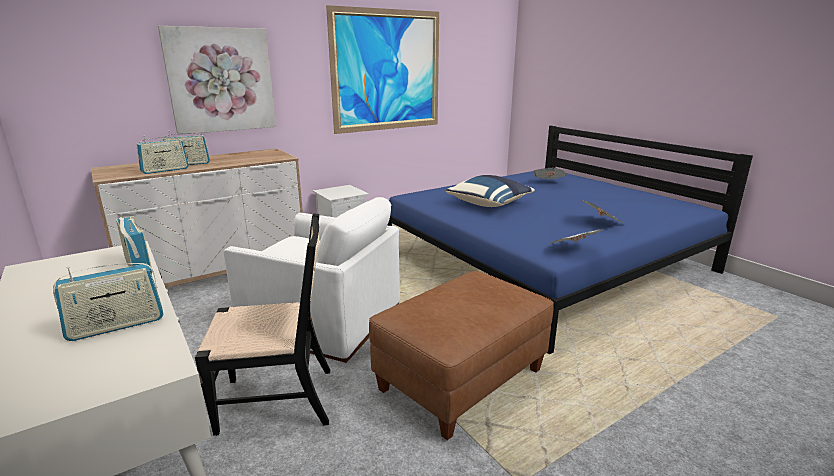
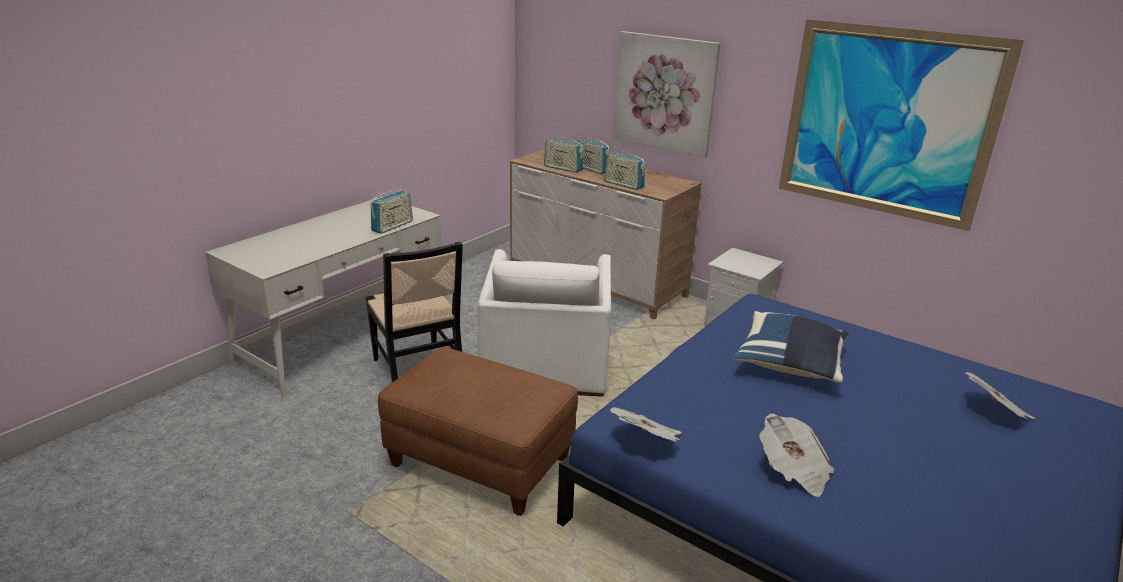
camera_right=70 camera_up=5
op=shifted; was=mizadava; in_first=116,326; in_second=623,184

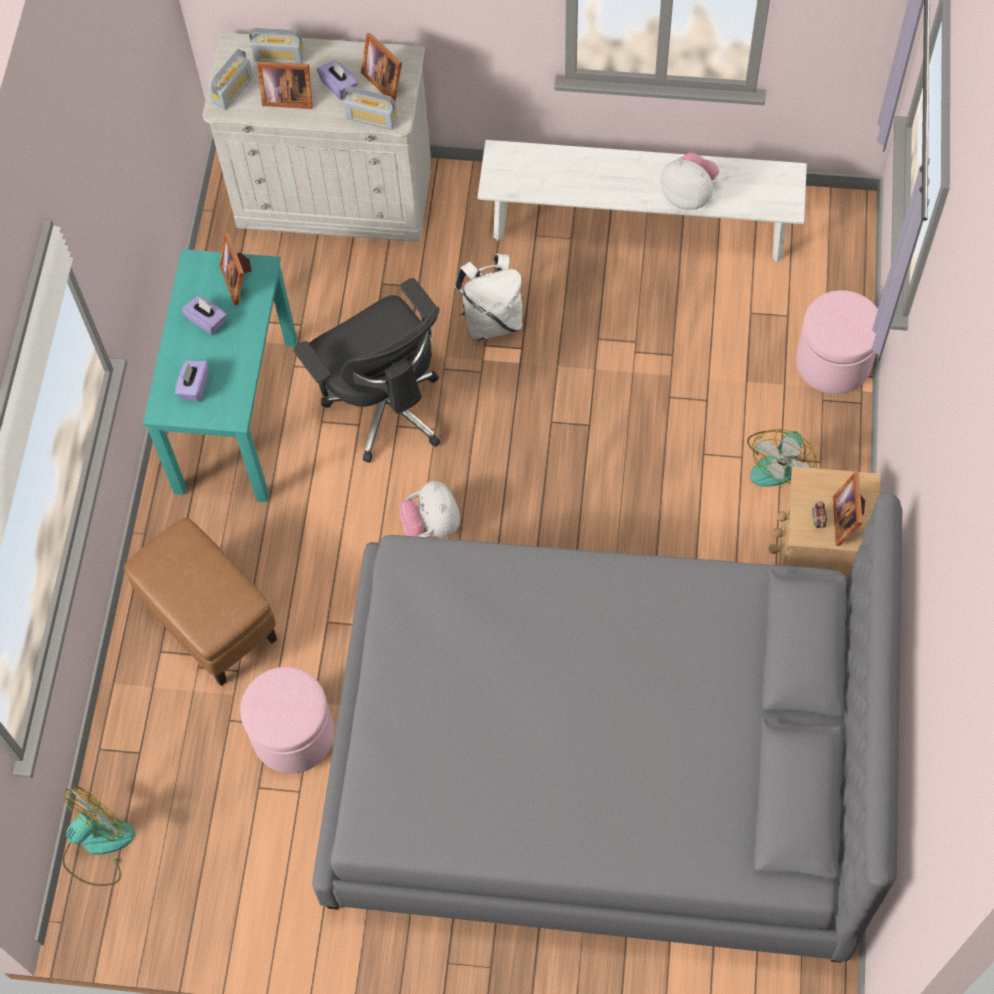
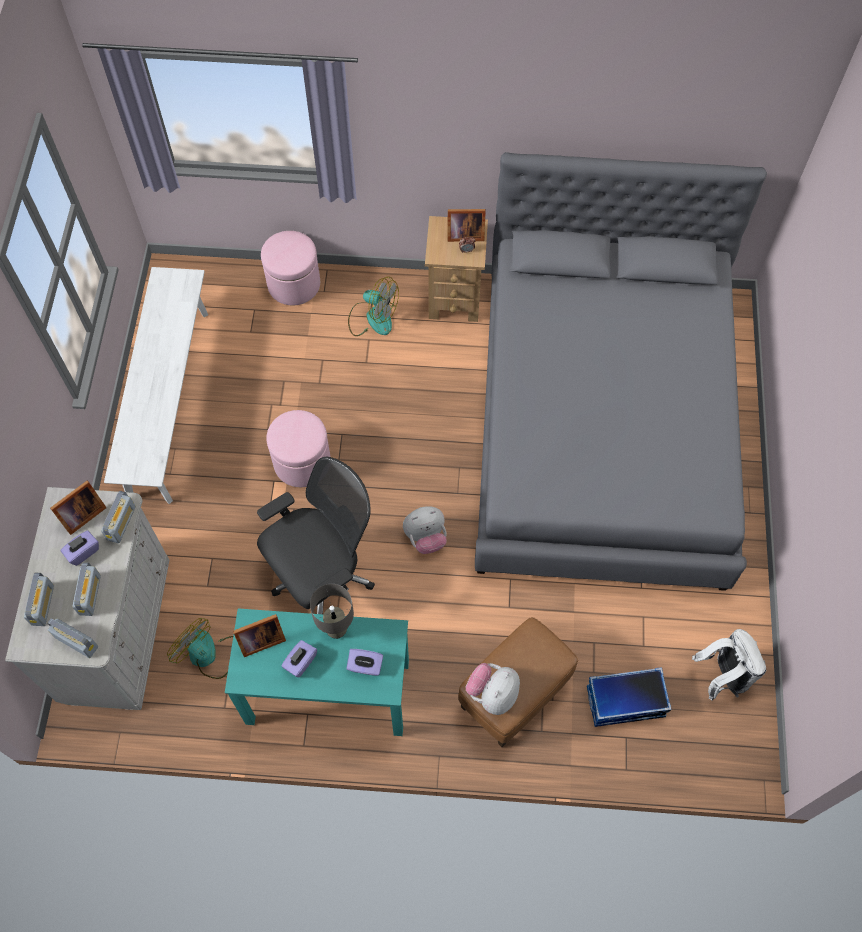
camera_right=-95 camera_up=0
op=new; now=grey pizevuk; in_second=336,629
op=new; now=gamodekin; in_second=625,702
op=shifted; was=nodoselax; in_first=97,845; in_second=209,655
op=shifted; was=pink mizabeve; in_first=293,734; in_second=302,462
op=shifted; was=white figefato; in_first=492,321; in_second=723,675
op=shifted; was=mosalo; in_first=689,195; in_second=492,694
op=swapped; was=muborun; now=mizadava; in_first=286,97; in_second=90,594

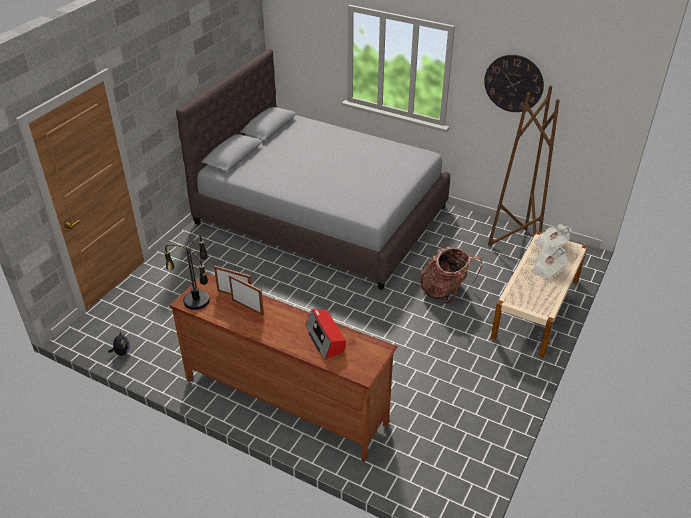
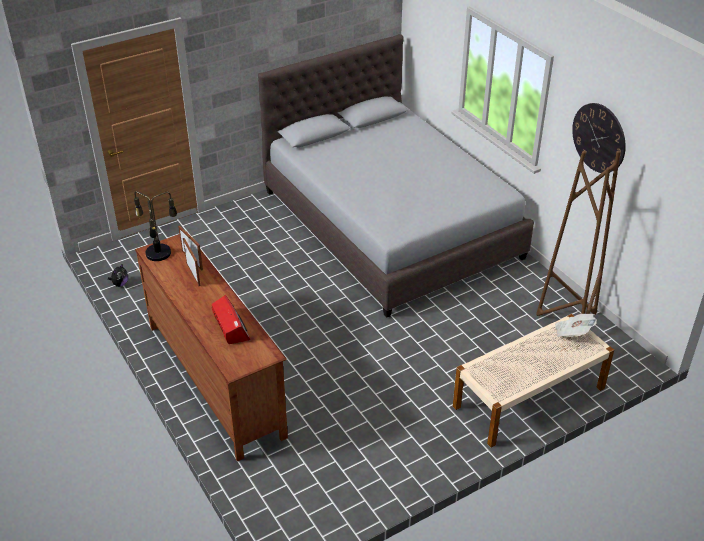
camera_right=30 camera_up=0
op=gone; was=figefato; in_first=445,291
op=gone; was=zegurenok; in_first=547,269
op=rotated; was=mizadava; in_first=325,339; in_second=231,327; clockwise=150

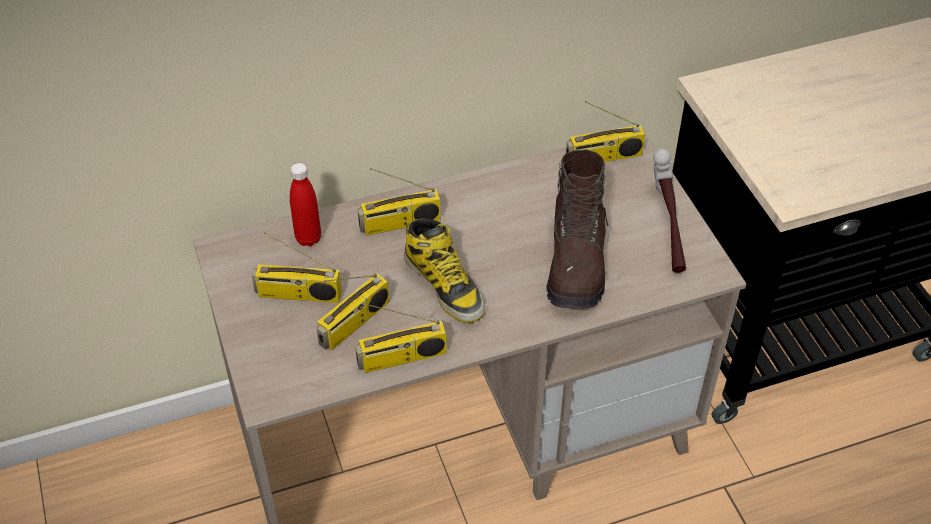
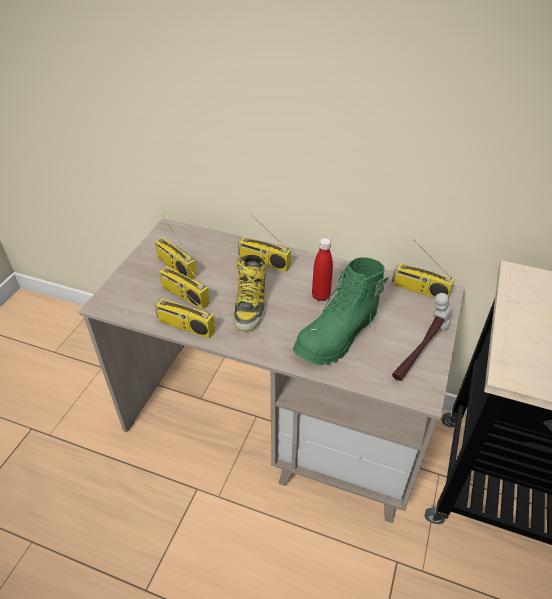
camera_right=40 camera_up=-5
op=shifted; was=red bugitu; in_first=308,238; in_second=320,296
op=repainted; was=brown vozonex; now=green vozonex; in_first=576,262; in_second=338,336
op=rotated; was=mizadava; in_first=354,323; in_second=184,295; clockwise=45

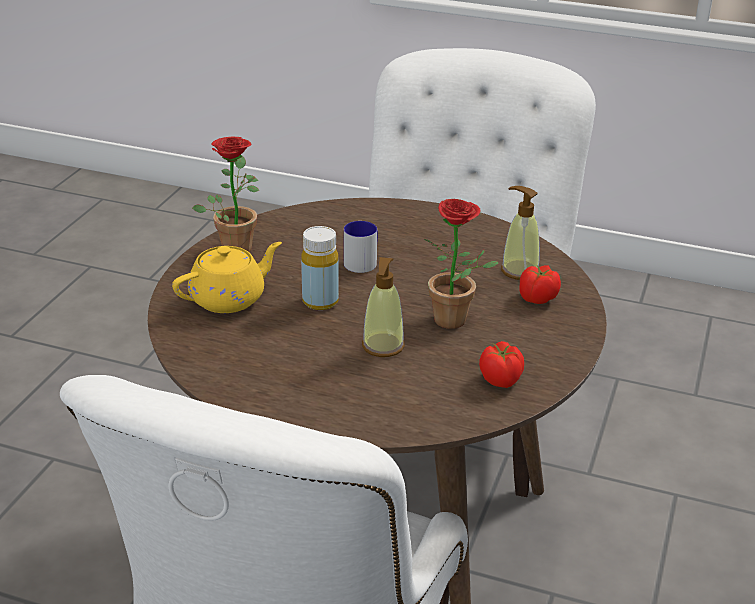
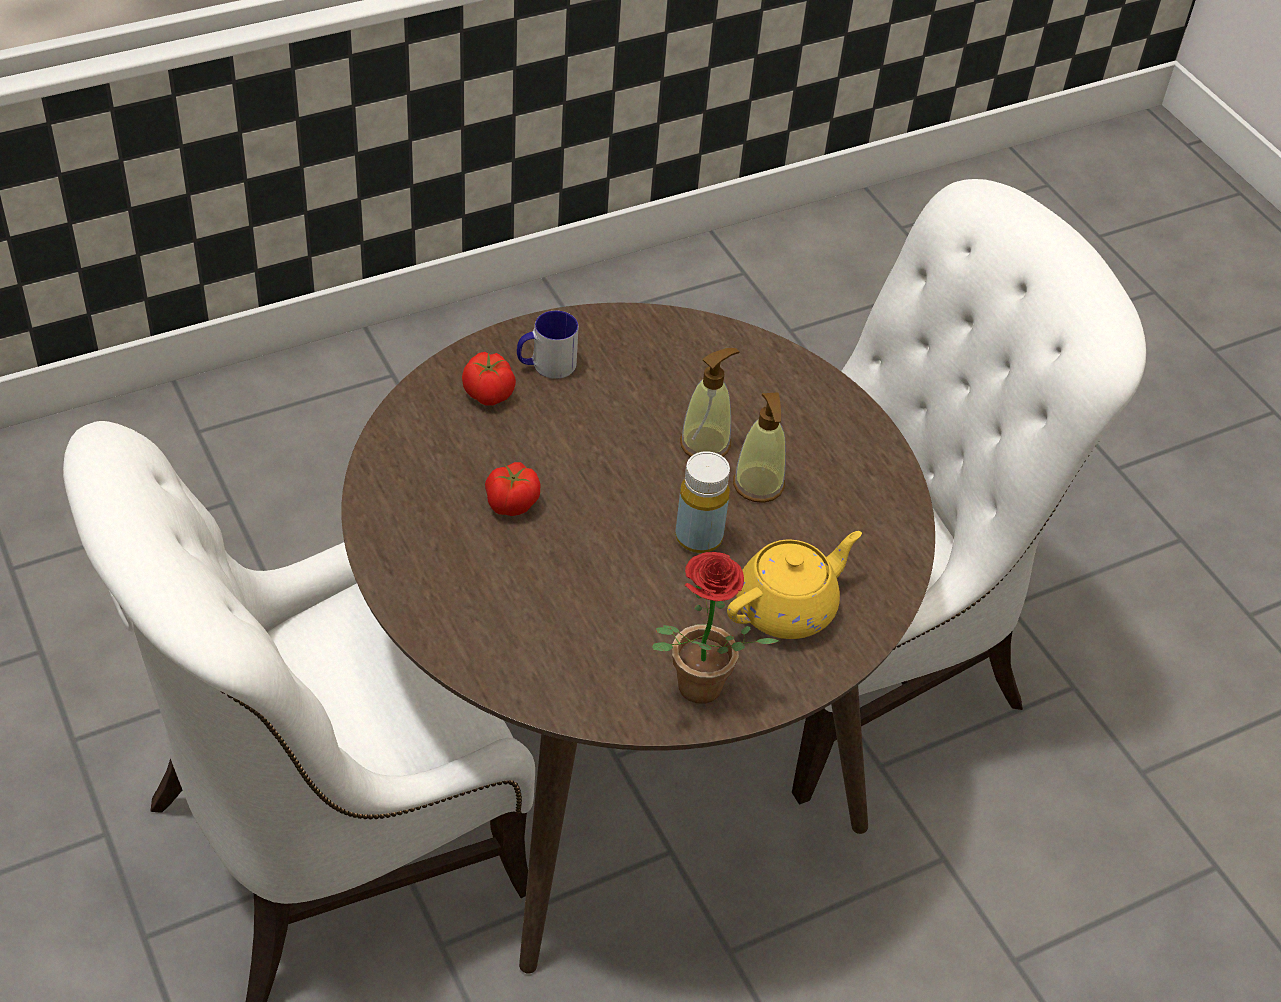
camera_right=-140 camera_up=15
op=gone; was=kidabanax; in_first=457,321
op=shifted; was=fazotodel; in_first=363,261; in_second=546,365
op=shifted; was=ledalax; in_first=500,380; in_second=511,504
op=shifted; was=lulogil; in_first=519,271; in_second=758,485
op=rotated; was=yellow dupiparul; in_first=229,299; in_second=788,607; clockwise=135

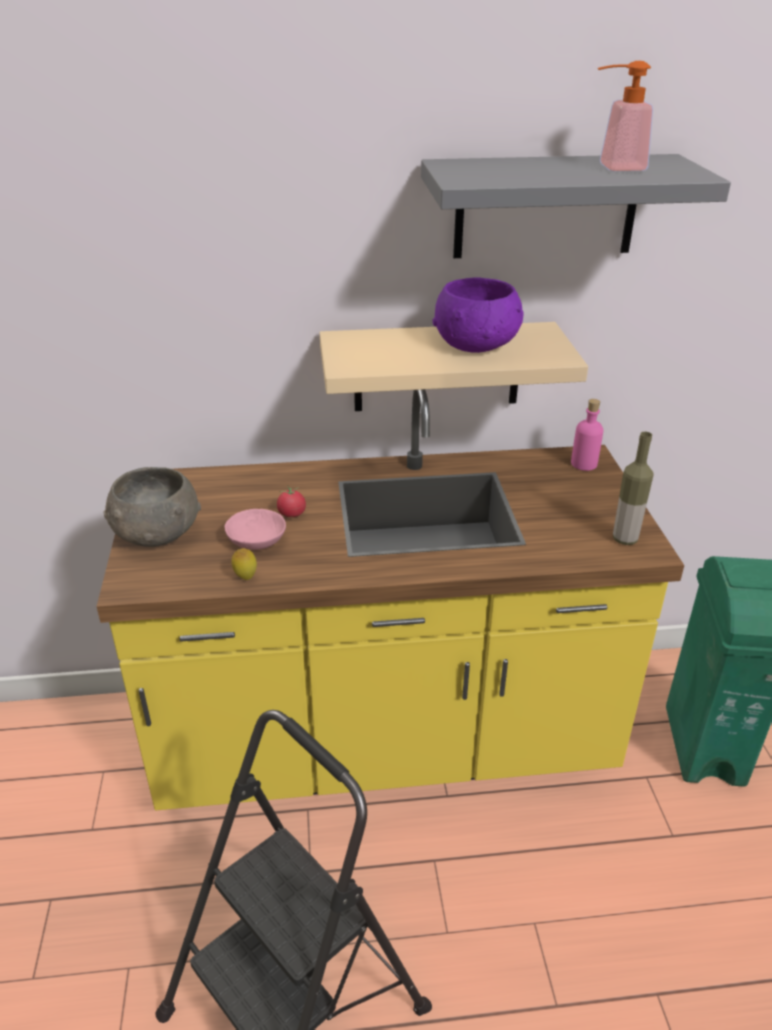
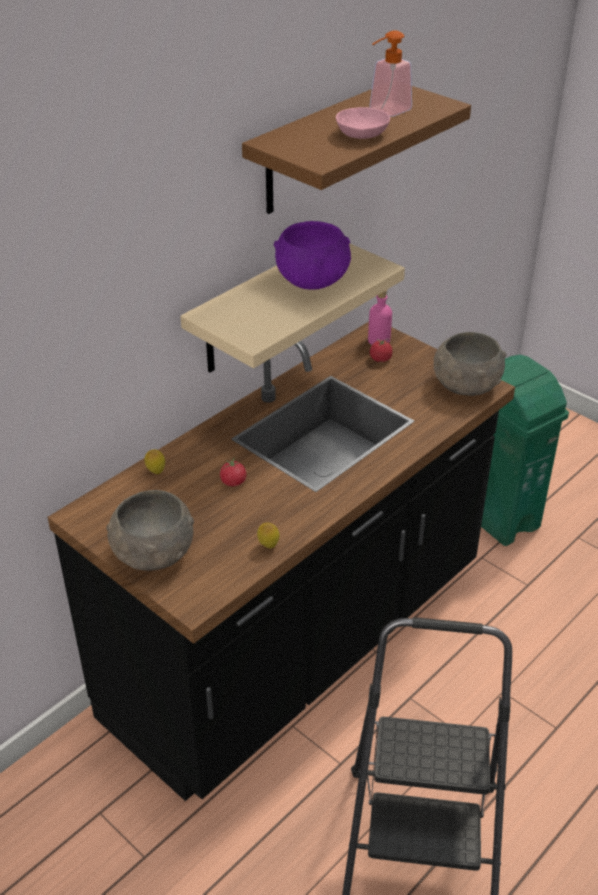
camera_right=-40 camera_up=5
op=new; now=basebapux; in_second=156,472
op=new; now=ledalax; in_second=380,359
op=shifted; was=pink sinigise; in_first=255,541; in_second=362,135
op=swapped; was=bugitu; now=grey sinigise; in_first=625,539; in_second=465,386
op=repainted; was=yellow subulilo; now=black subulilo; in_first=384,745; in_second=299,645
op=repainted; was=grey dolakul; now=brown dolakul; in_first=546,207; in_second=321,149

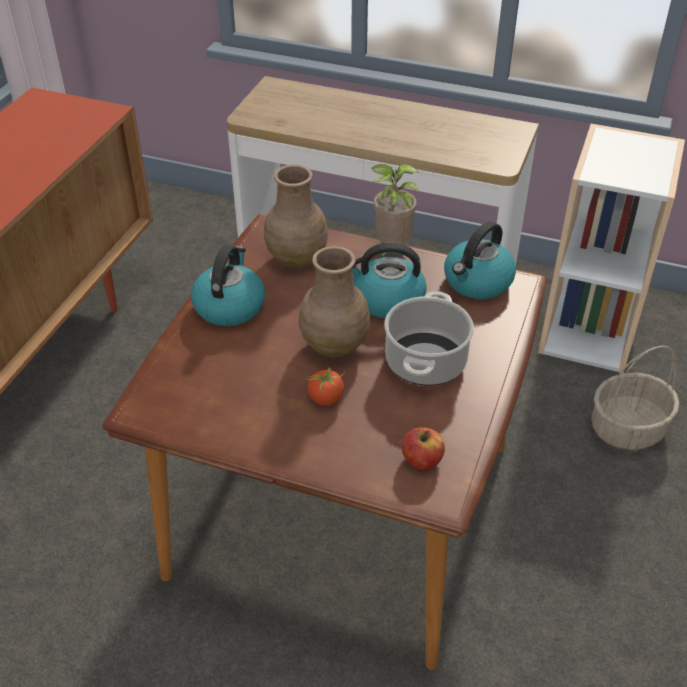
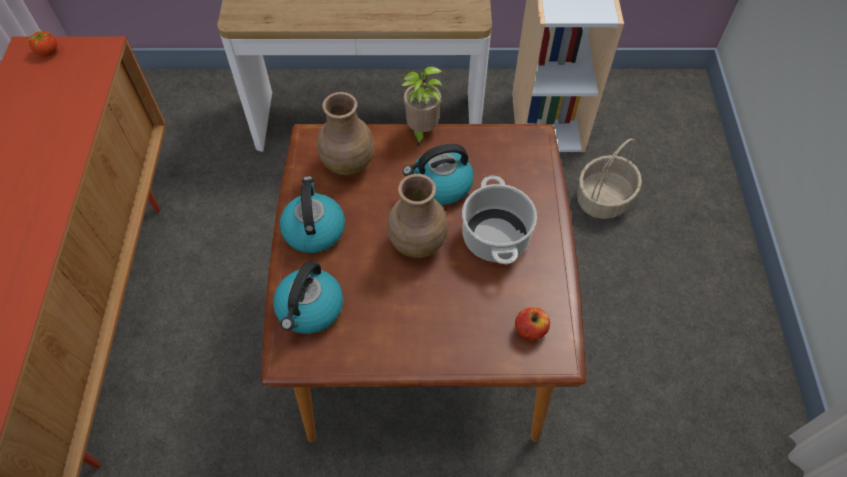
camera_right=-20 camera_up=15
op=shifted; was=ledalax; in_first=326,398; in_second=48,52
op=shifted; was=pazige; in_first=477,282; in_second=310,309

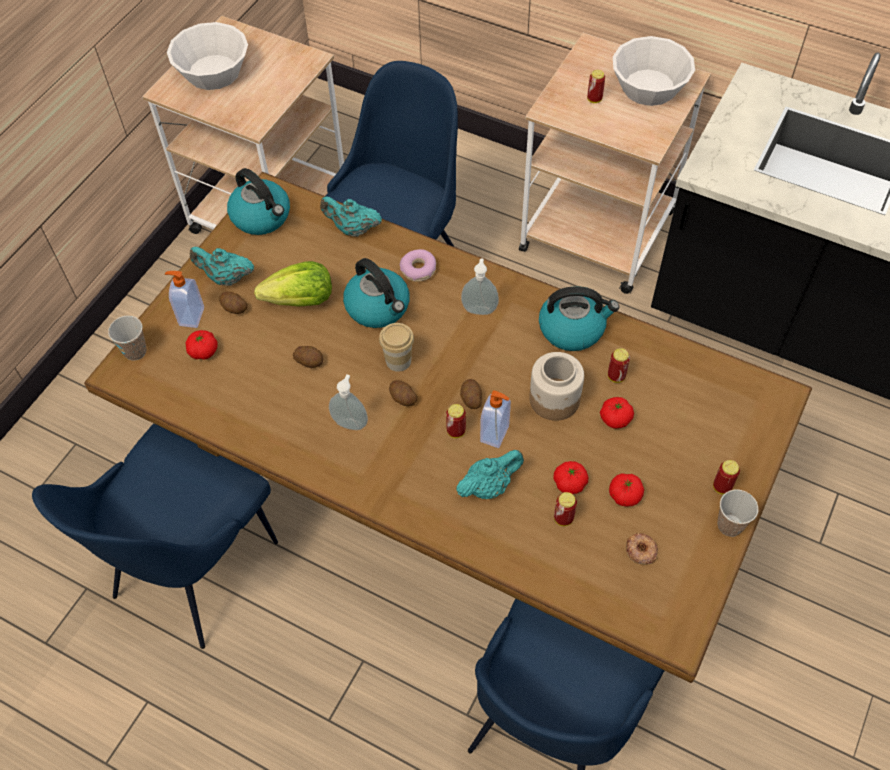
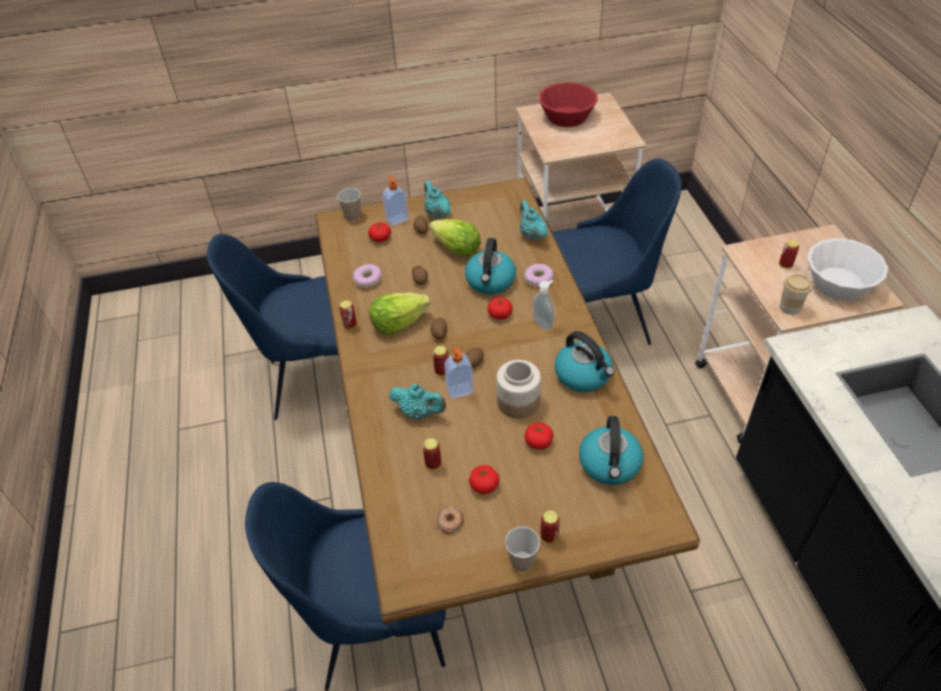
camera_right=50 camera_up=-10
op=new; now=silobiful; in_second=368,280
op=shifted; was=pazige; in_first=262,217; in_second=610,464
op=shifted; was=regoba; in_first=398,361; in_second=789,307
op=shifted; was=ledalax; in_first=569,483; in_second=500,314
op=shifted; was=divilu; in_first=616,376; in_second=350,326
op=swapped; was=lulogil; now=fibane; in_first=350,422; in_second=398,323
op=repainted; was=white sinigise; now=red sinigise; in_first=213,71; in_second=567,116

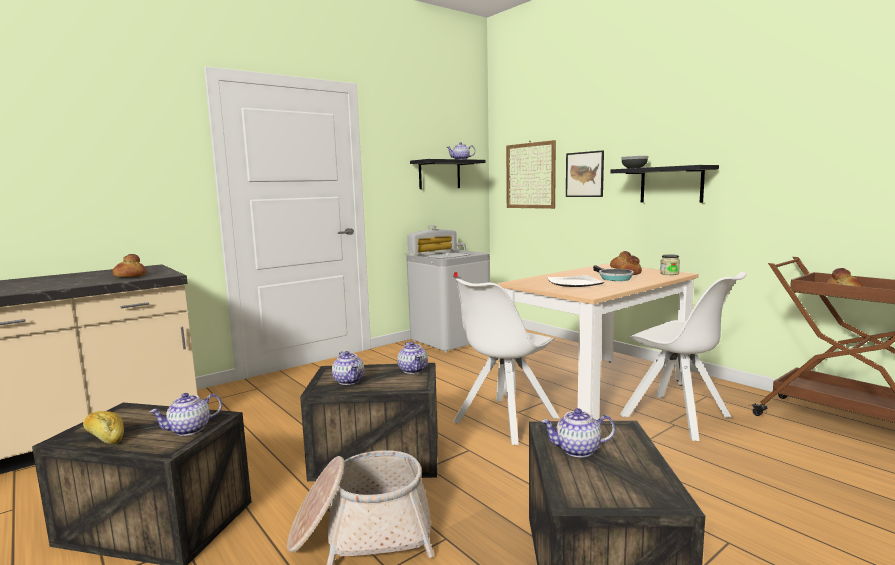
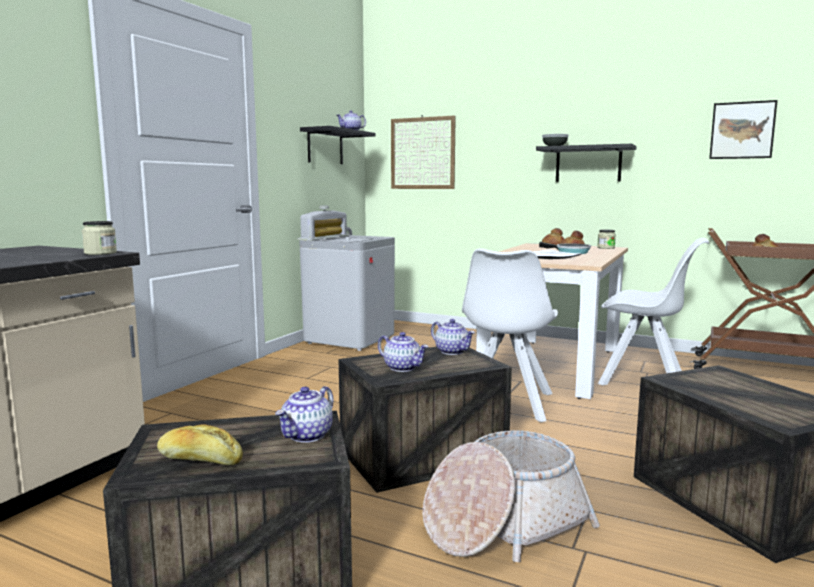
camera_right=-25 camera_up=0
op=gone; was=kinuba; in_first=130,276
op=gone; was=dupiparul; in_first=577,450
op=new; now=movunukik; in_second=100,253
op=shifted; was=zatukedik; in_first=584,174; in_second=742,130

